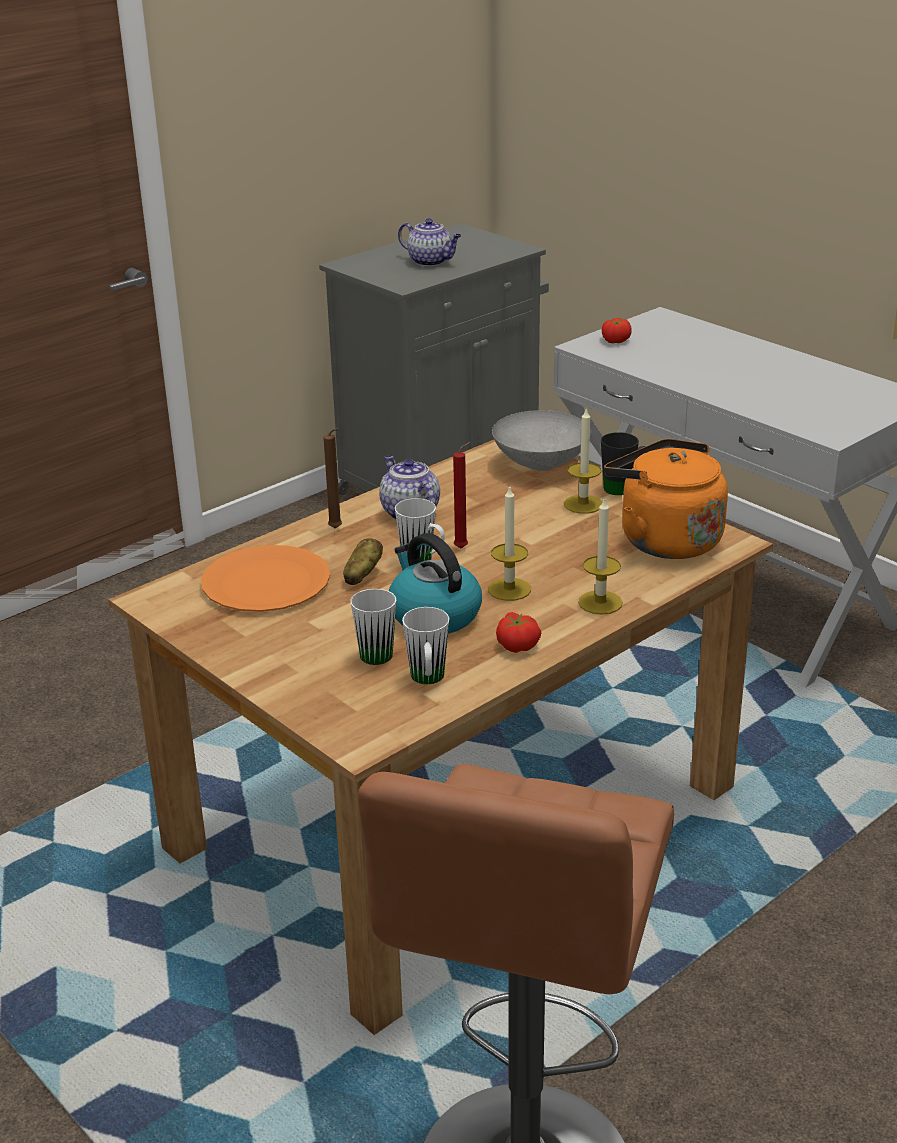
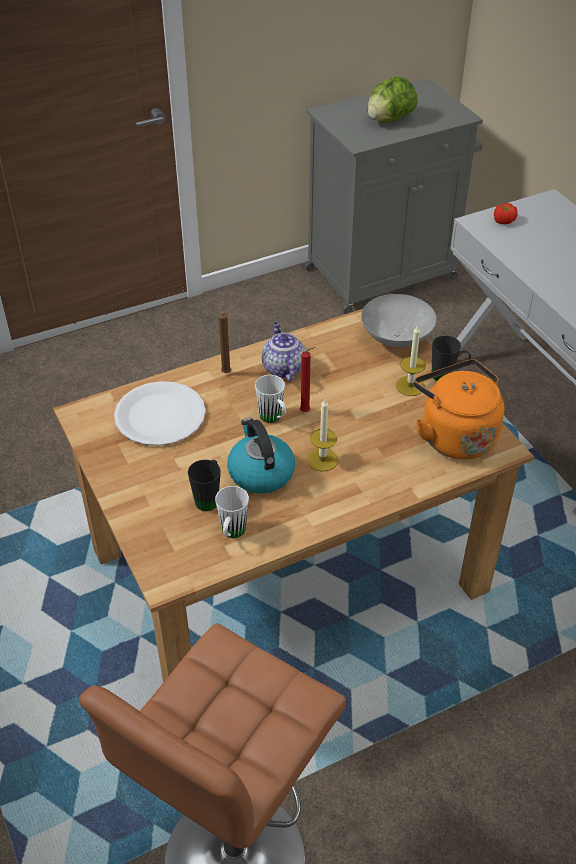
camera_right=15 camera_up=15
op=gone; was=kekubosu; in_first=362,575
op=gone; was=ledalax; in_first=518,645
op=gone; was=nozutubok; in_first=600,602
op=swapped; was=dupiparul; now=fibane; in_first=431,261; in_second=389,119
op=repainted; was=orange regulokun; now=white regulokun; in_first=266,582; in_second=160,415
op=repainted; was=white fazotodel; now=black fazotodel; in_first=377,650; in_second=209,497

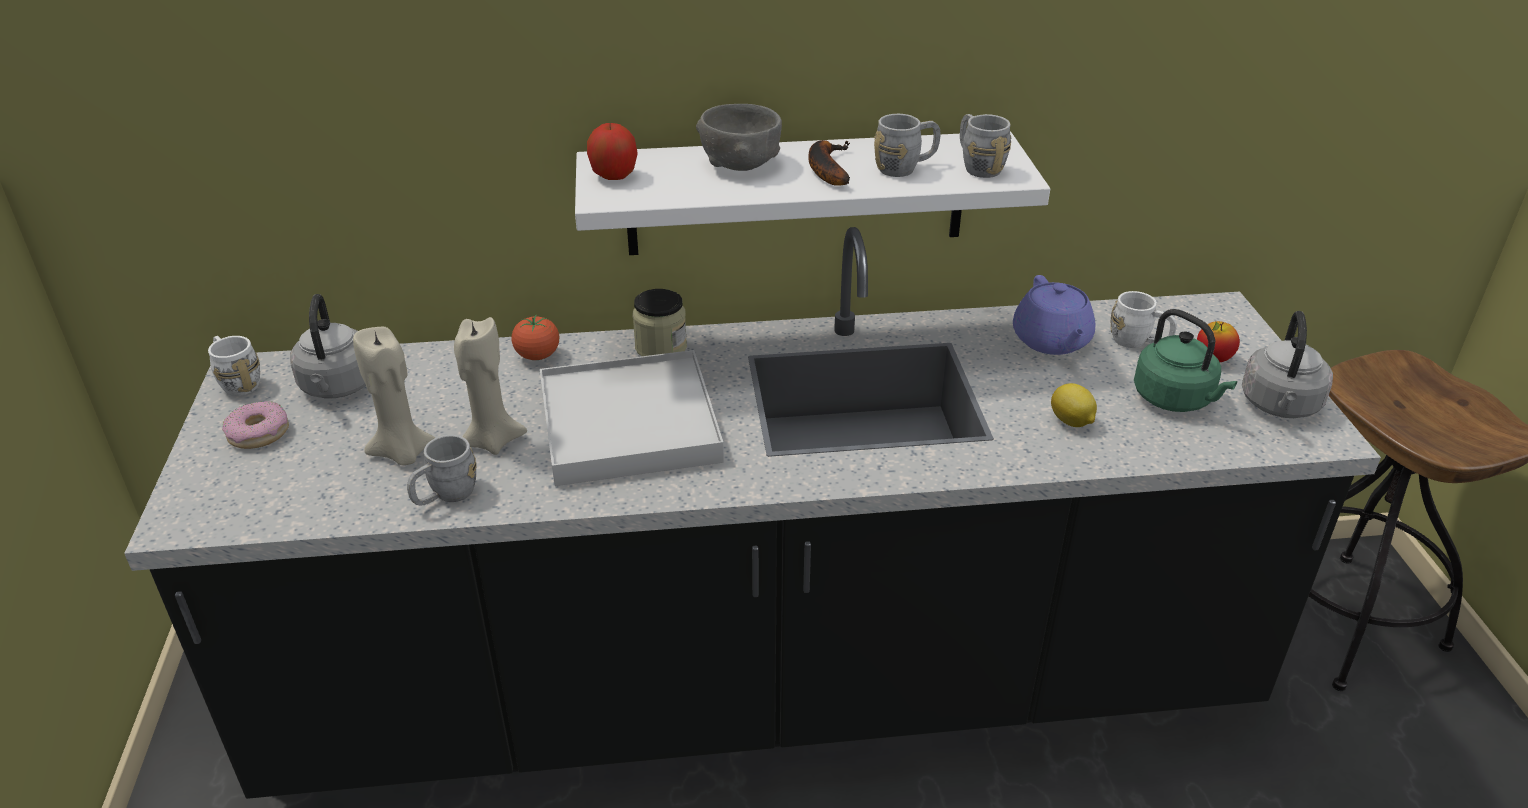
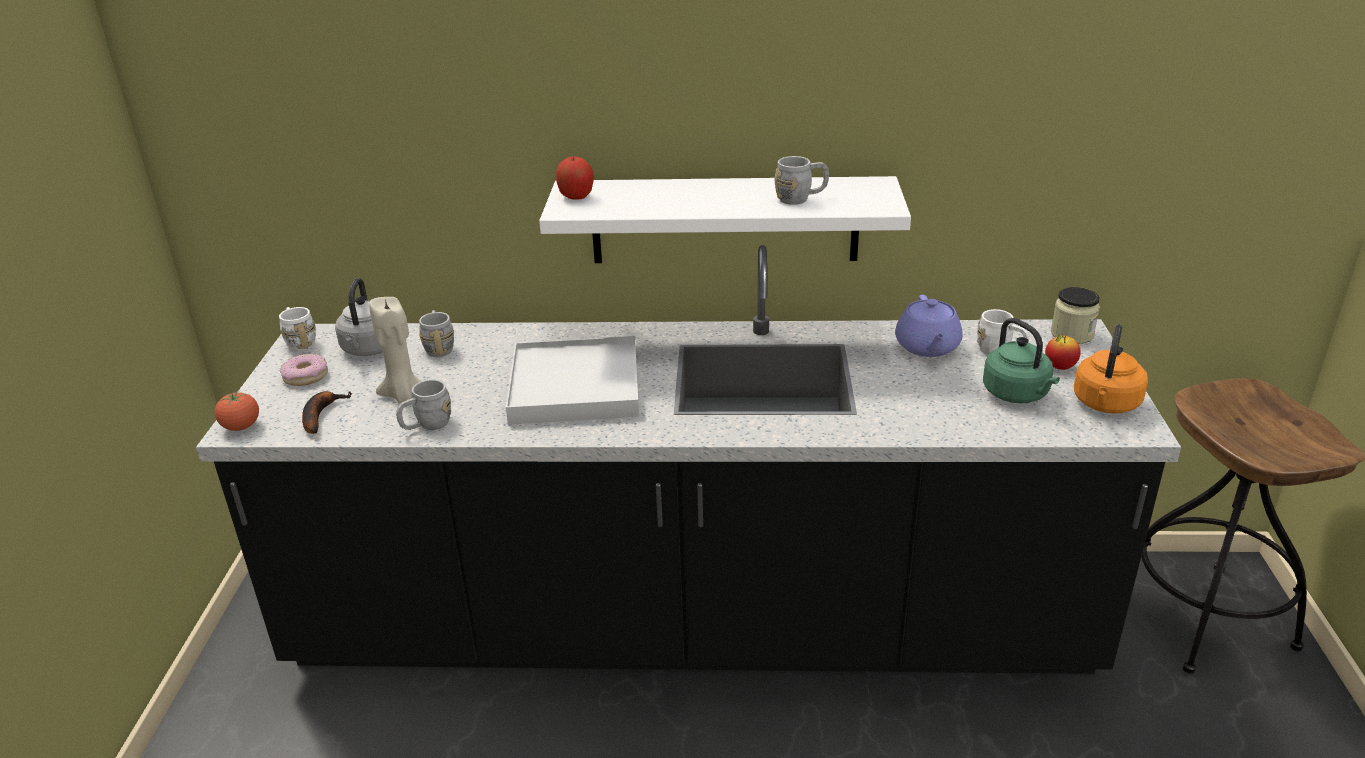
camera_right=10 camera_up=-5
op=gone; was=beige nozutubok; in_first=492,440
op=gone; was=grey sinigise; in_first=740,164
op=gone; was=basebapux; in_first=1071,422
op=shifted; was=ledalax; in_first=538,356; in_second=241,427
op=shifted; was=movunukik; in_first=661,347; in_second=1072,334
op=shifted; was=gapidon; in_first=826,168; in_second=320,415
op=shifted; was=grey fazotodel; in_first=977,166; in_second=439,347
op=repainted; was=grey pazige; now=orange pazige; in_first=1279,406; in_second=1105,404

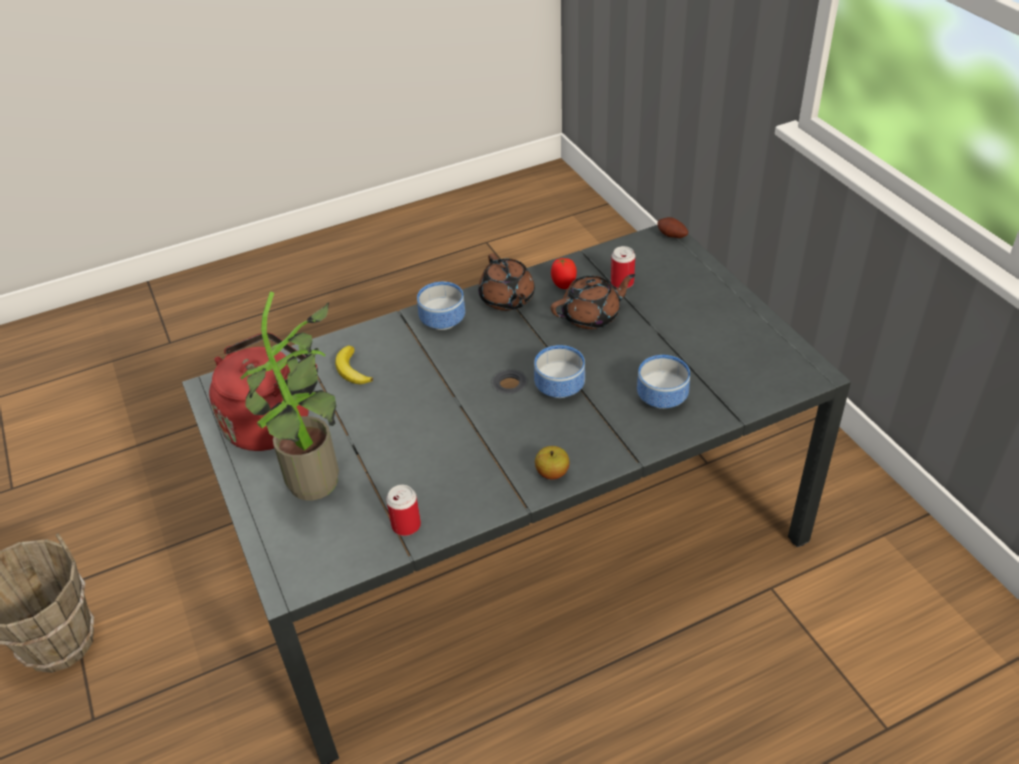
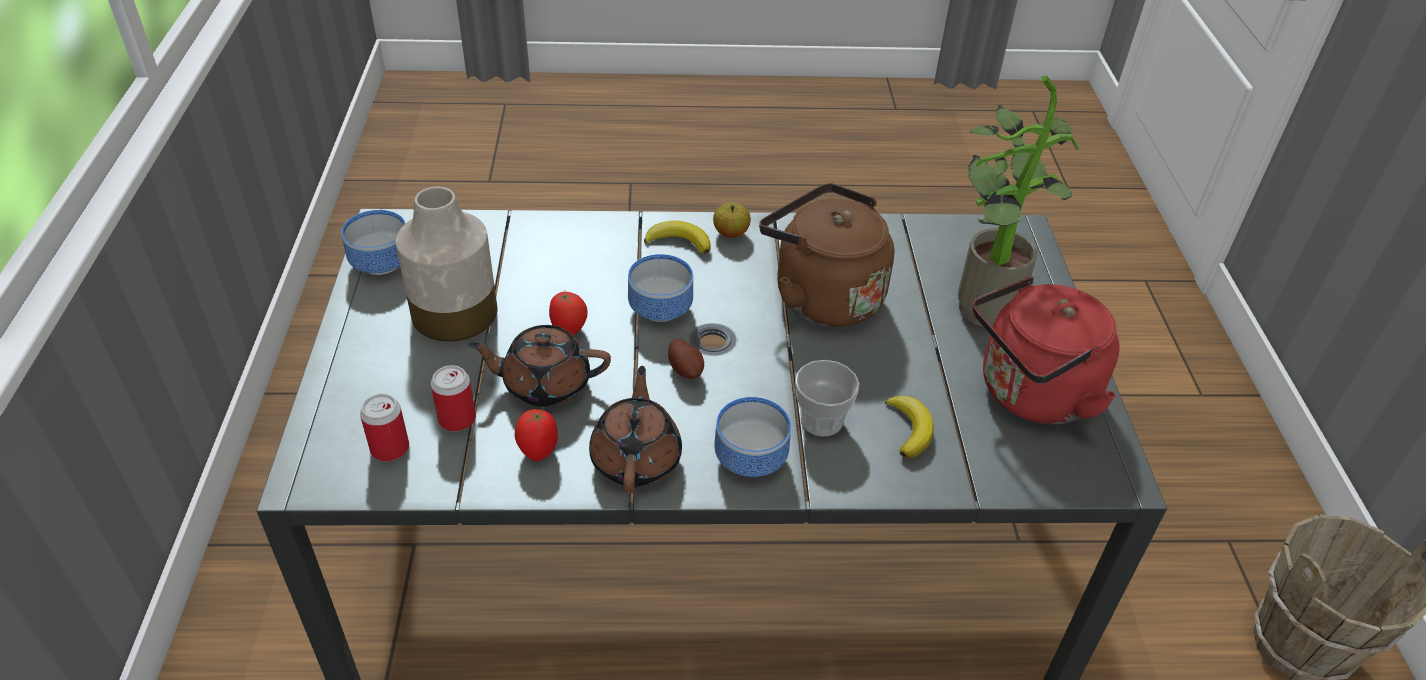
camera_right=-160 camera_up=0
op=new; now=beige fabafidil; in_second=455,312
op=new; now=ledalax; in_second=569,330
op=new; now=gapidon; in_second=679,241
op=new; now=brown pazige; in_second=822,296
op=new; now=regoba; in_second=821,420
op=shifted; was=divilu; in_first=406,525; in_second=390,448
op=shifted; was=sinigise; in_first=663,399; in_second=381,261
op=shifted; was=kekubosu; in_first=671,236; in_second=686,369

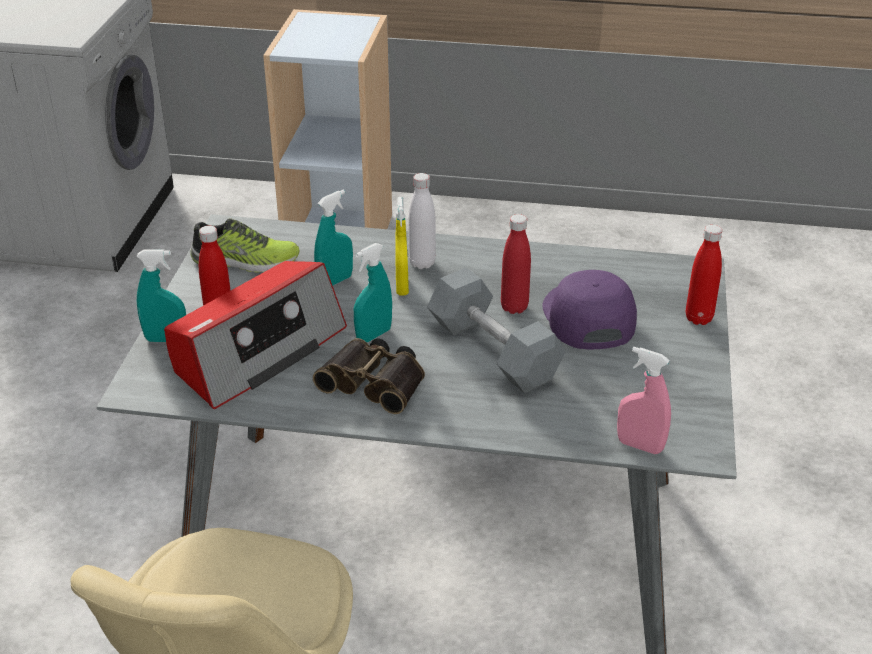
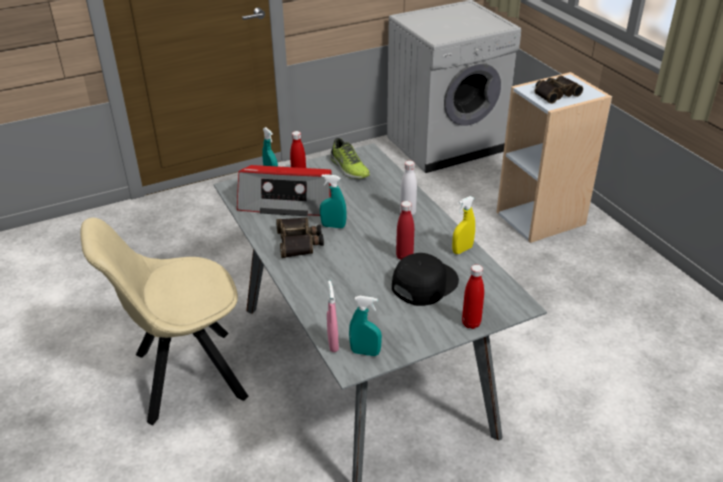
camera_right=55 camera_up=0
op=gone; was=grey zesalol; in_first=493,351
op=new; now=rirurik; in_second=555,93
op=shifted; was=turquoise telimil; in_first=335,281; in_second=365,352
op=shifted; was=yellow telimil; in_first=402,287; in_second=462,250
op=repainted; was=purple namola; now=black namola; in_first=586,317; in_second=423,283

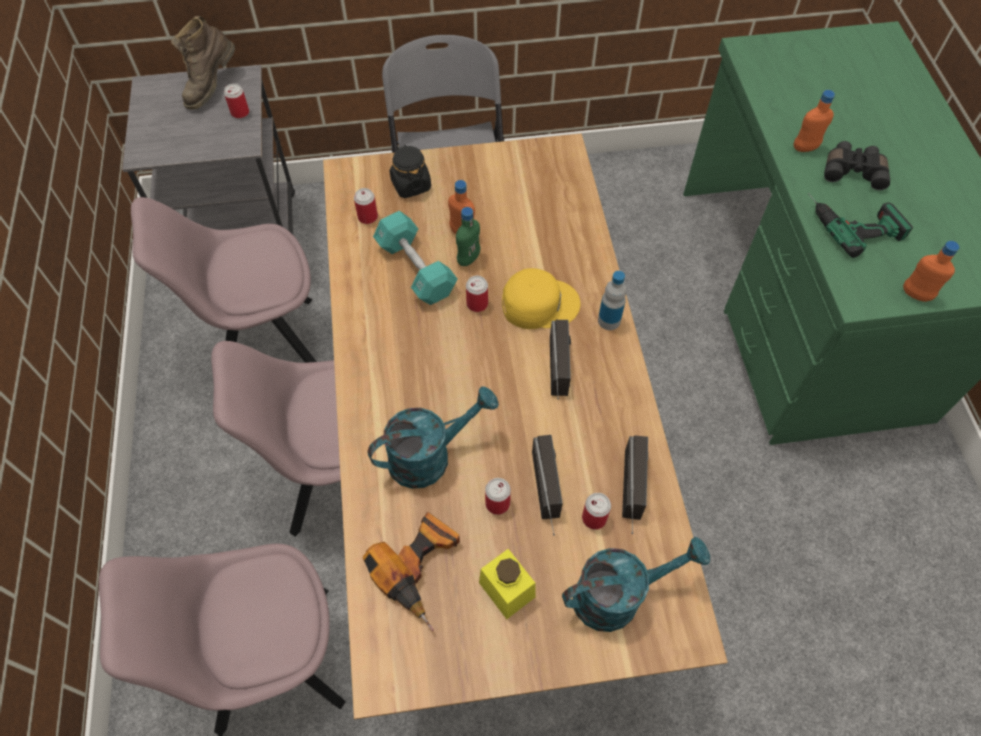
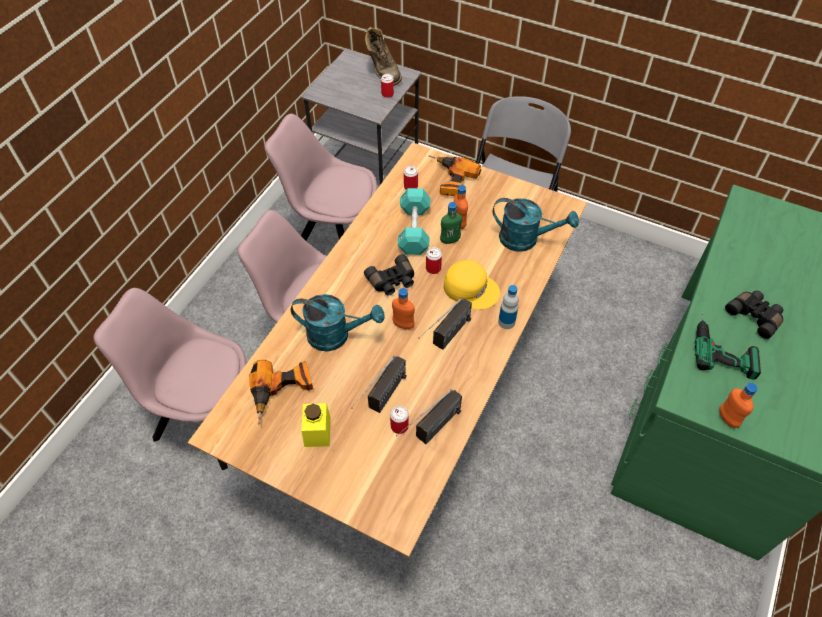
camera_right=35 camera_up=-5
op=gone; was=divilu; in_first=497,503
op=new; now=black rirurik; in_second=392,281
op=shifted; was=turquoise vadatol; in_first=618,595; in_second=526,239
op=shifted; was=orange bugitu; in_first=805,148; in_second=403,325
op=swapped; was=black movunukik; now=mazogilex; in_first=411,185; in_second=451,181
op=rotated; was=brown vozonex; in_first=211,87; in_second=383,73; clockwise=-90

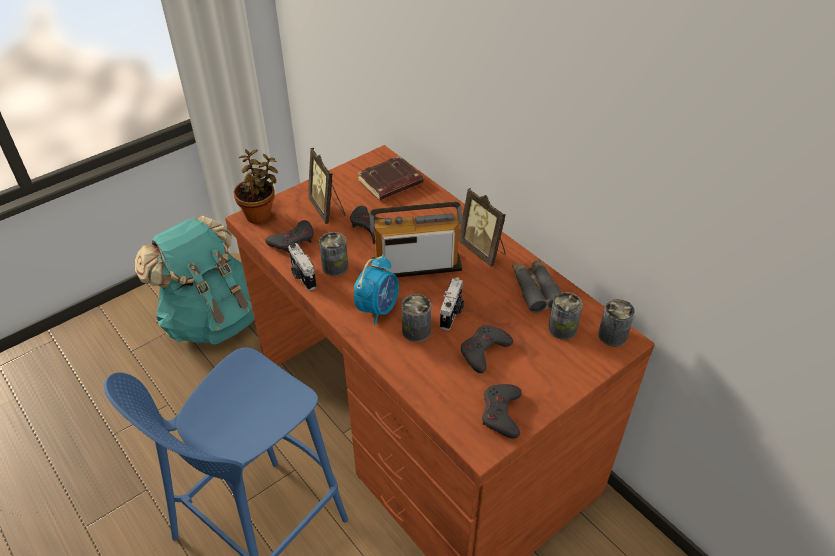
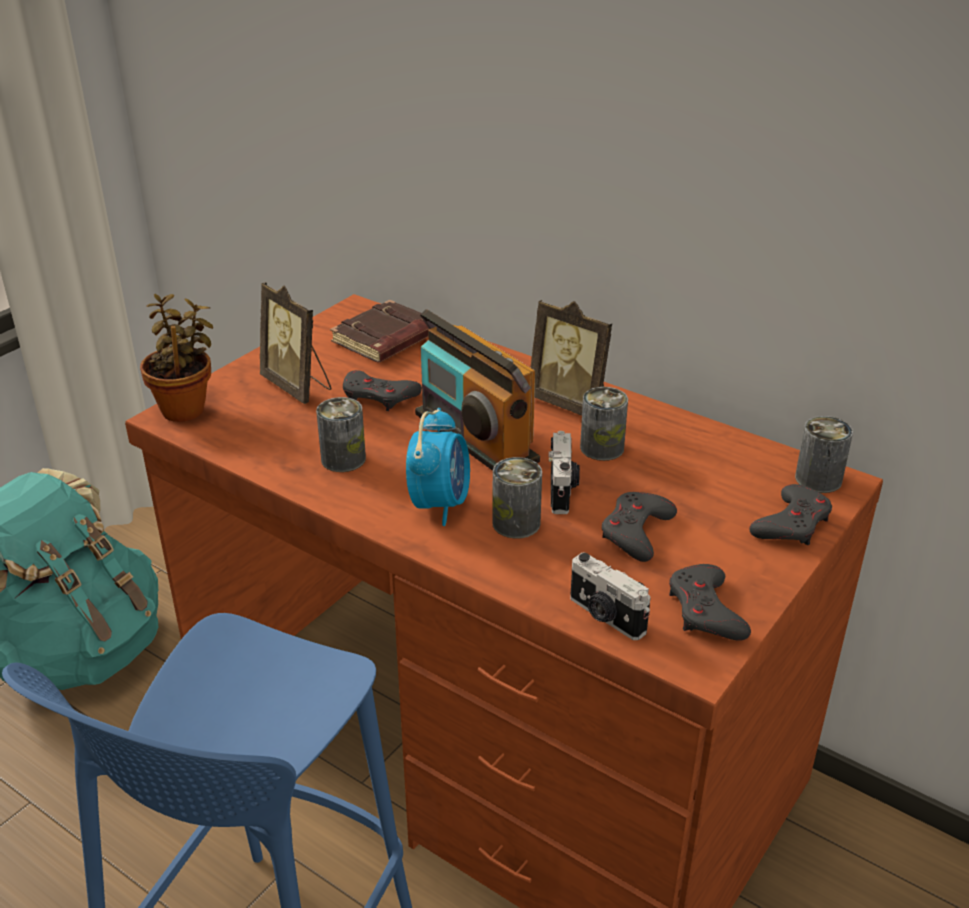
camera_right=-15 camera_up=-10
op=gone; was=grey rirurik; in_first=535,290
op=shifted; was=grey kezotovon; in_first=293,240; in_second=792,523
op=shifted; was=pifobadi; in_first=302,276; in_second=605,616
op=shifted; was=divilu; in_first=562,328; in_second=602,448
op=rotated; was=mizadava; in_first=416,265; in_second=475,438; clockwise=-105

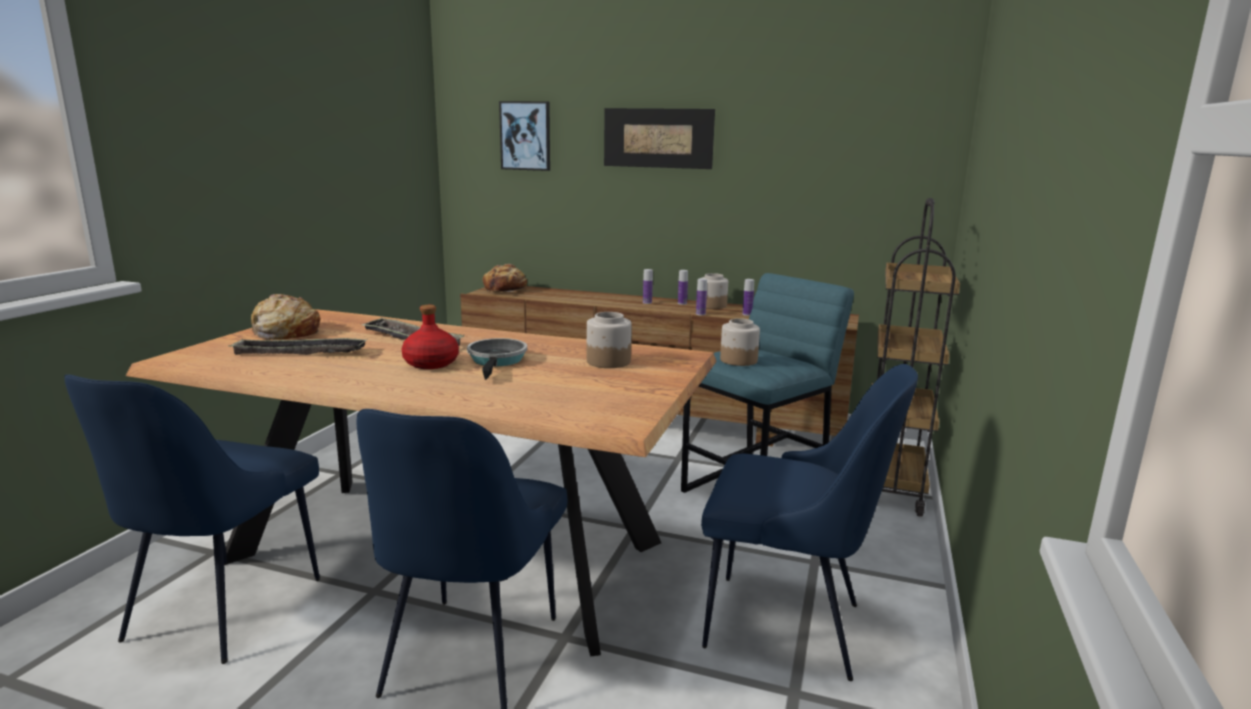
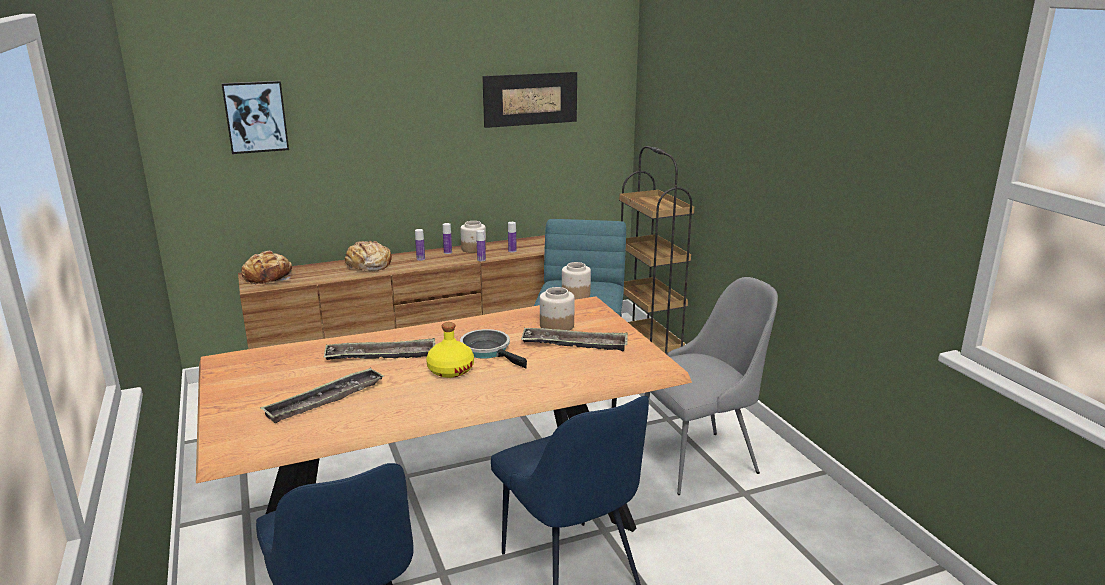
camera_right=-40 camera_up=5
op=new; now=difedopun; in_second=574,344
op=shifted; was=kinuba; in_first=285,332; in_second=368,265
op=shifted; was=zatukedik; in_first=658,138; in_second=530,99
op=repainted; was=red bugitu; now=yellow bugitu; in_first=431,363; in_second=450,370
op=repainted; was=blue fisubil; now=grey fisubil; in_first=784,624; in_second=698,461

